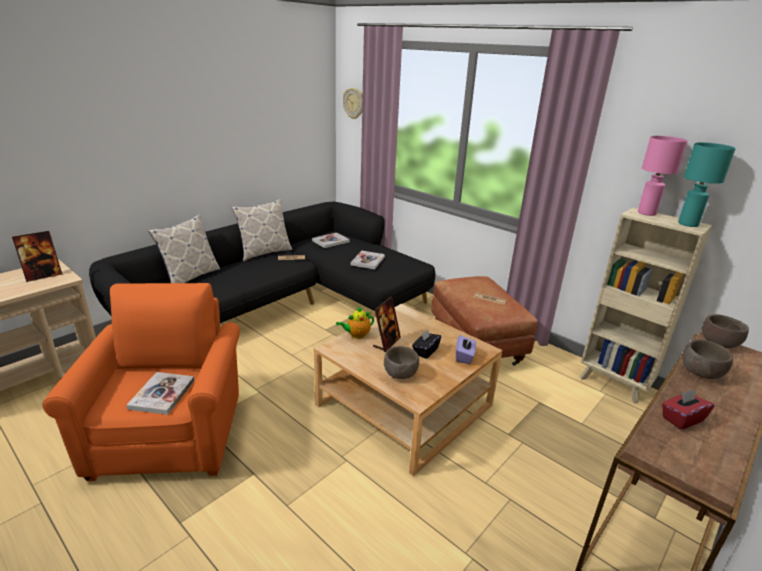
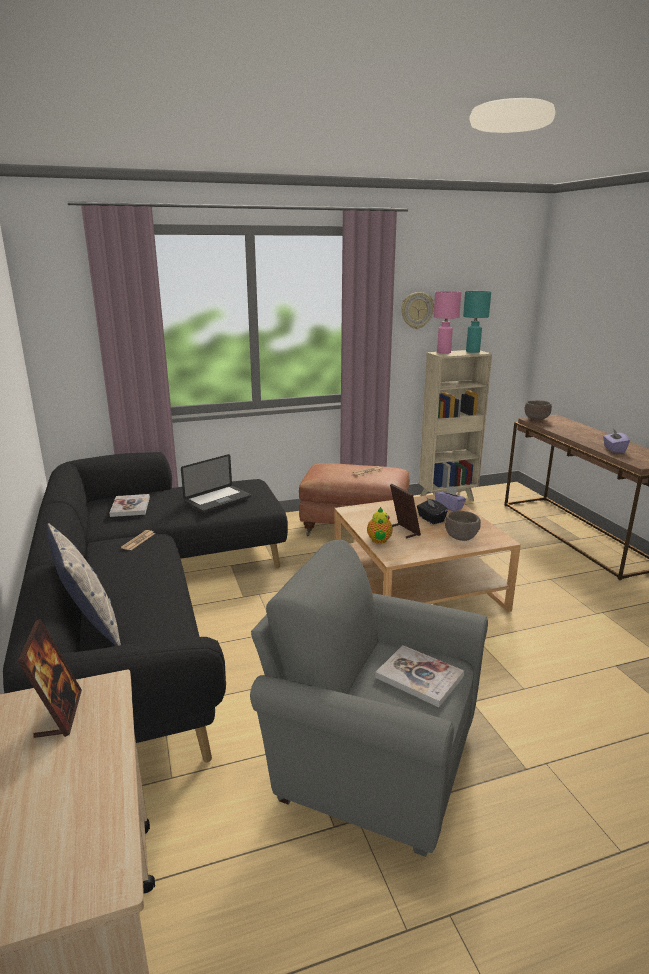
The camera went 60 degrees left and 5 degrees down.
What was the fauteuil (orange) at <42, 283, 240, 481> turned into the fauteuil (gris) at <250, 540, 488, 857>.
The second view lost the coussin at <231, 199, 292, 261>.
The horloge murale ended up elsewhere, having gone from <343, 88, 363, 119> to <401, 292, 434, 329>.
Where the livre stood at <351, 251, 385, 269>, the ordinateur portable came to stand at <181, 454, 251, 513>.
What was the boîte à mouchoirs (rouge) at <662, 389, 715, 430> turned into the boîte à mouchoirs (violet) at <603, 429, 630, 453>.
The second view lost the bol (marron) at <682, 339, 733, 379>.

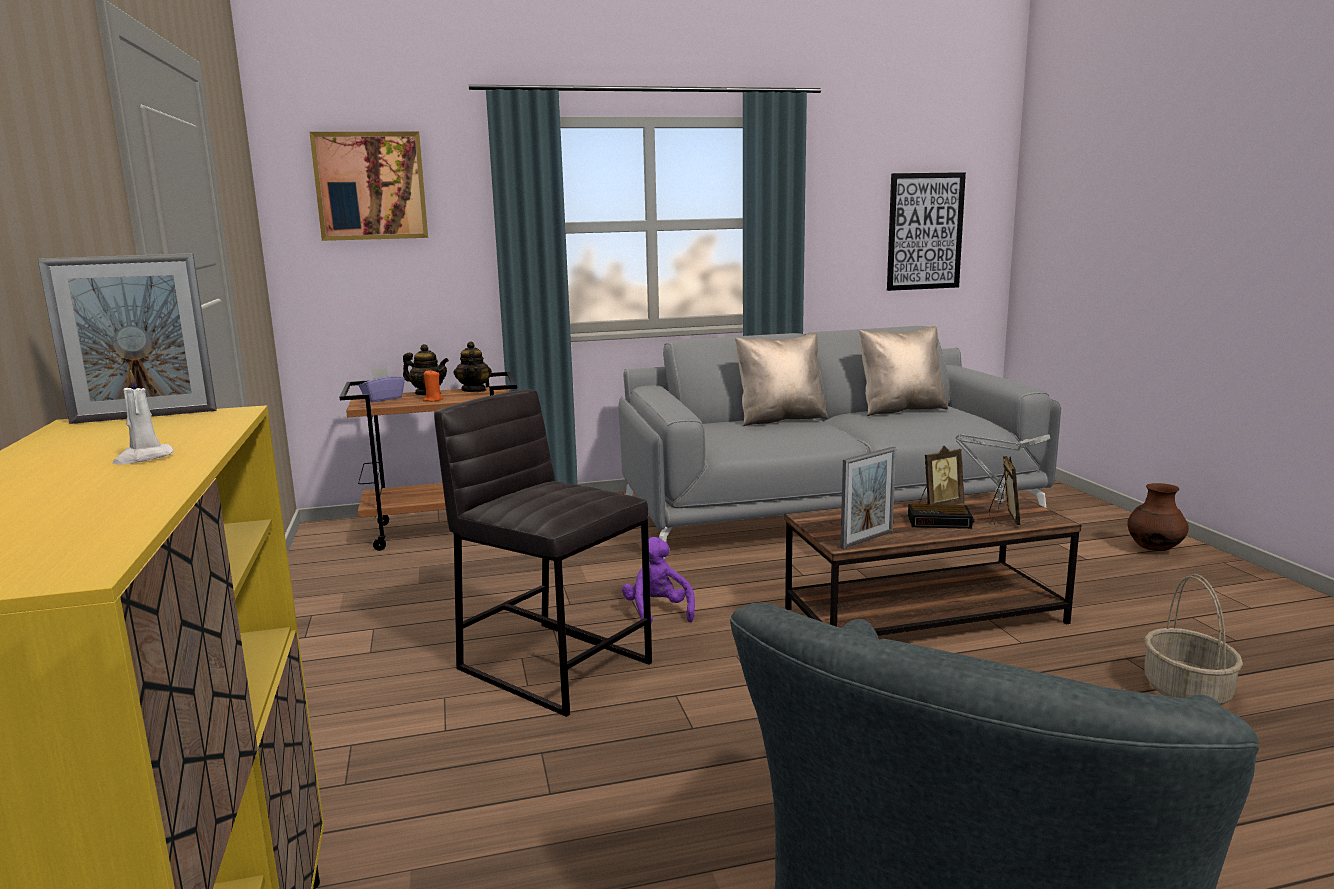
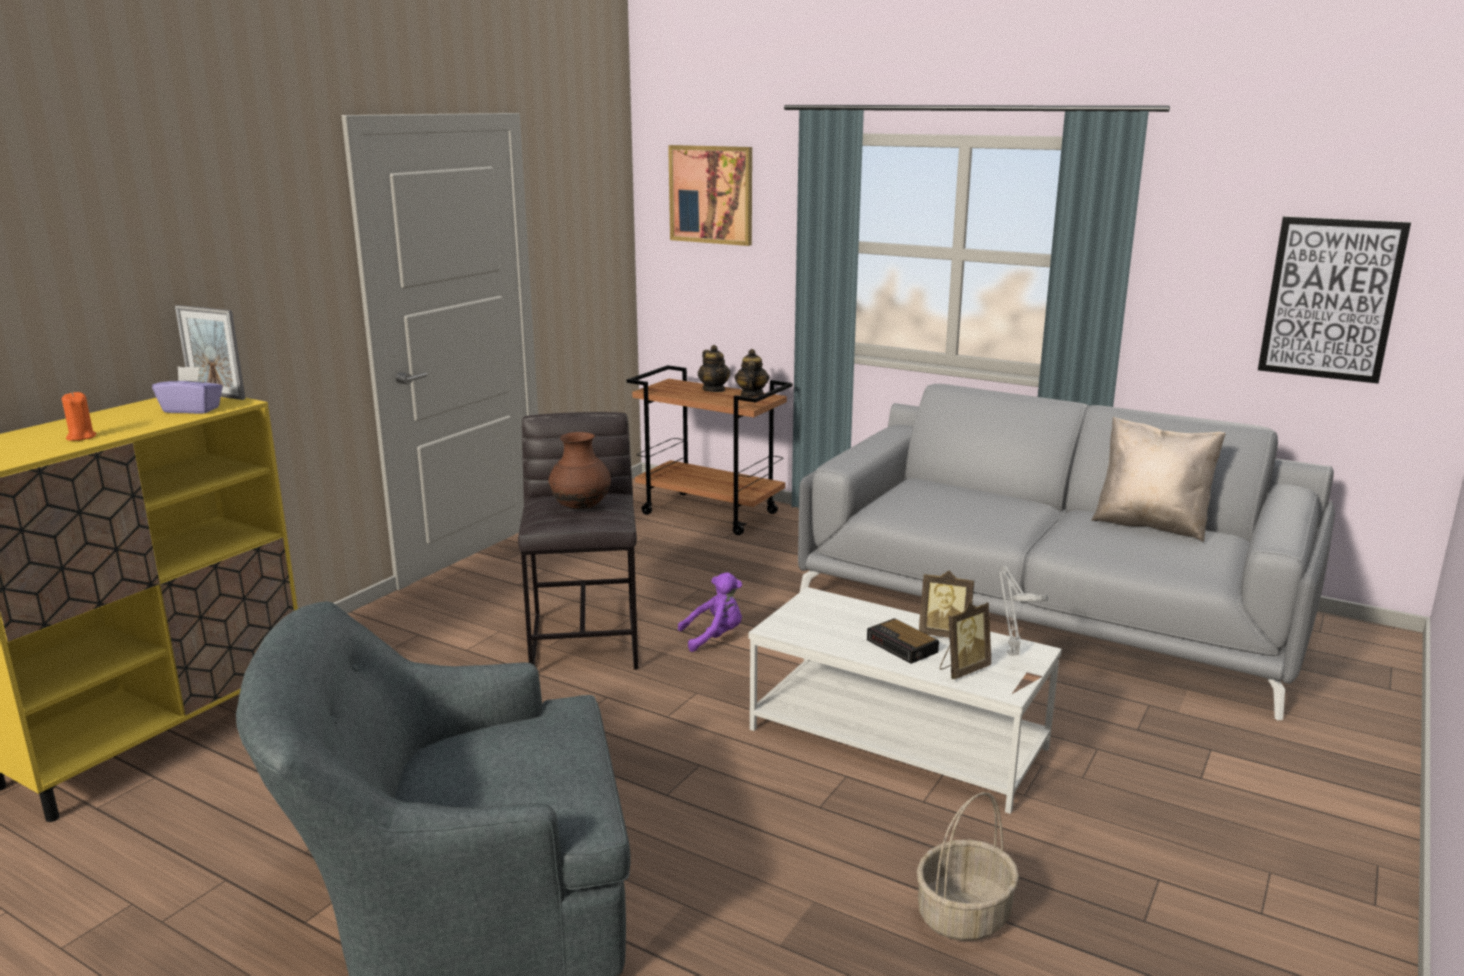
The camera went 45 degrees right and 5 degrees up.
The second view lost the bougie (blanc) at <113, 370, 174, 465>.
The boîte à mouchoirs (violet) ended up elsewhere, having gone from <359, 367, 405, 402> to <152, 366, 223, 414>.
The bougie (orange) ended up elsewhere, having gone from <423, 369, 443, 402> to <62, 392, 96, 441>.
The théière at <454, 341, 492, 392> ended up facing another way, 150 degrees clockwise from before.
The peluche (violet) at <622, 537, 695, 623> ended up facing another way, 45 degrees clockwise from before.
The second view lost the coussin (beige) at <735, 333, 828, 426>.
What was the table basse (marron) at <784, 490, 1081, 636> turned into the table basse (blanc) at <749, 587, 1062, 814>.
The second view lost the cadre photo at <840, 447, 896, 549>.
The vase (marron) ended up elsewhere, having gone from <1127, 483, 1189, 551> to <548, 432, 611, 509>.

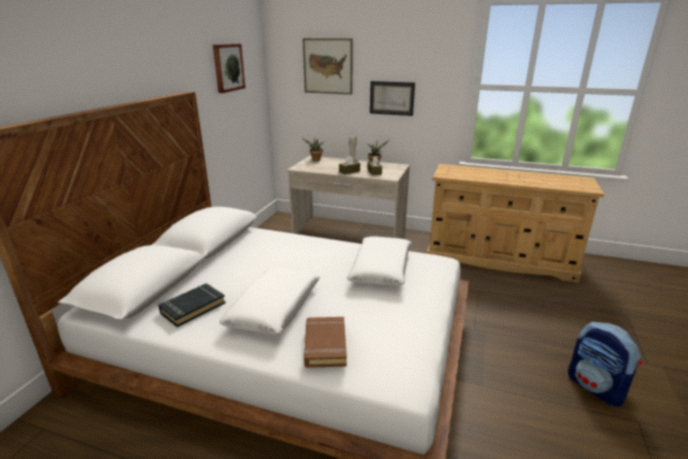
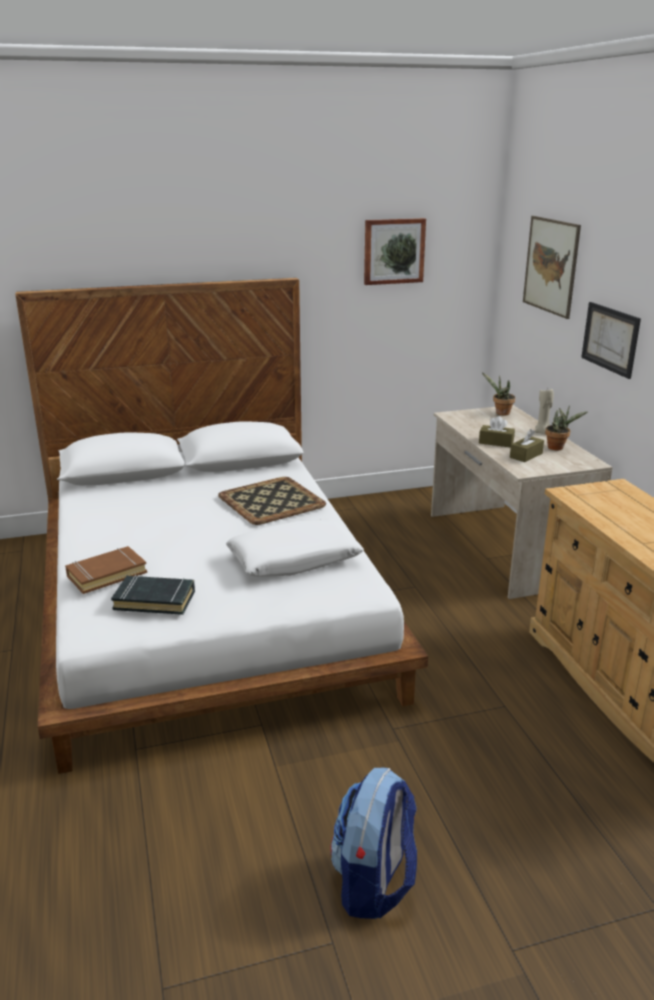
The camera went 55 degrees right and 0 degrees up.
The livre (noir) ended up elsewhere, having gone from <158, 283, 226, 327> to <111, 575, 195, 615>.
The second view lost the coussin (blanc) at <219, 268, 320, 335>.
The second view gained the plateau at <218, 477, 326, 525>.

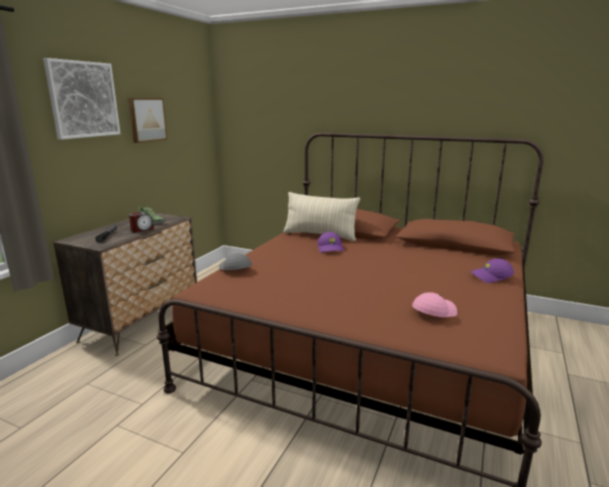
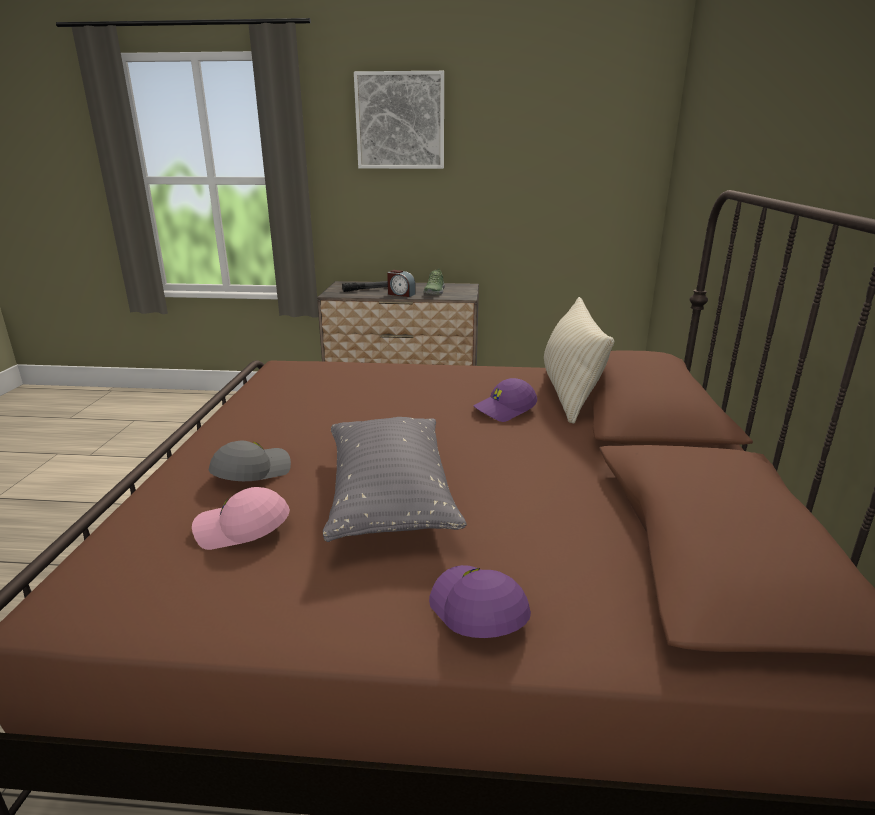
The camera went 70 degrees right and 5 degrees up.
The second view lost the tableau at <128, 98, 167, 143>.
The casquette (gris) ended up elsewhere, having gone from <219, 253, 252, 270> to <209, 441, 291, 481>.
The casquette (rose) at <412, 292, 457, 317> ended up facing another way, 150 degrees clockwise from before.
The second view gained the coussin (gris) at <323, 417, 467, 542>.

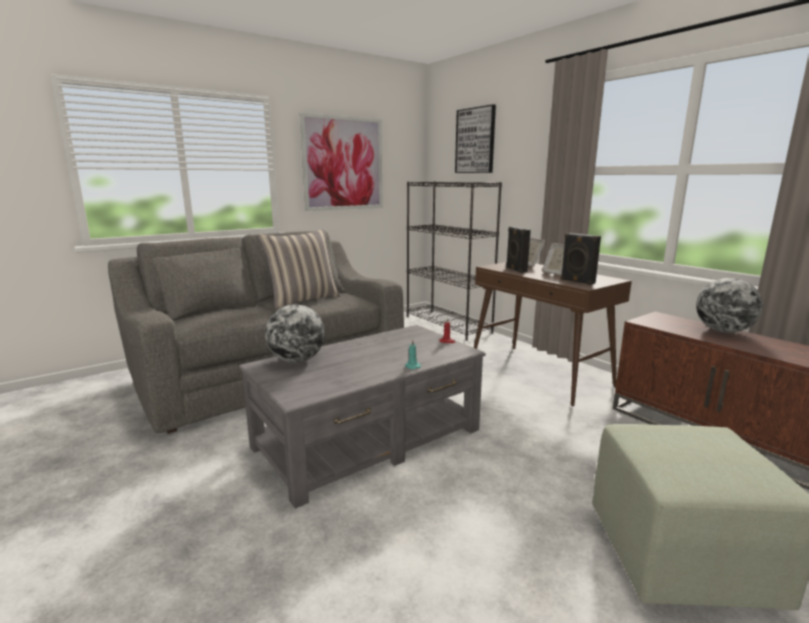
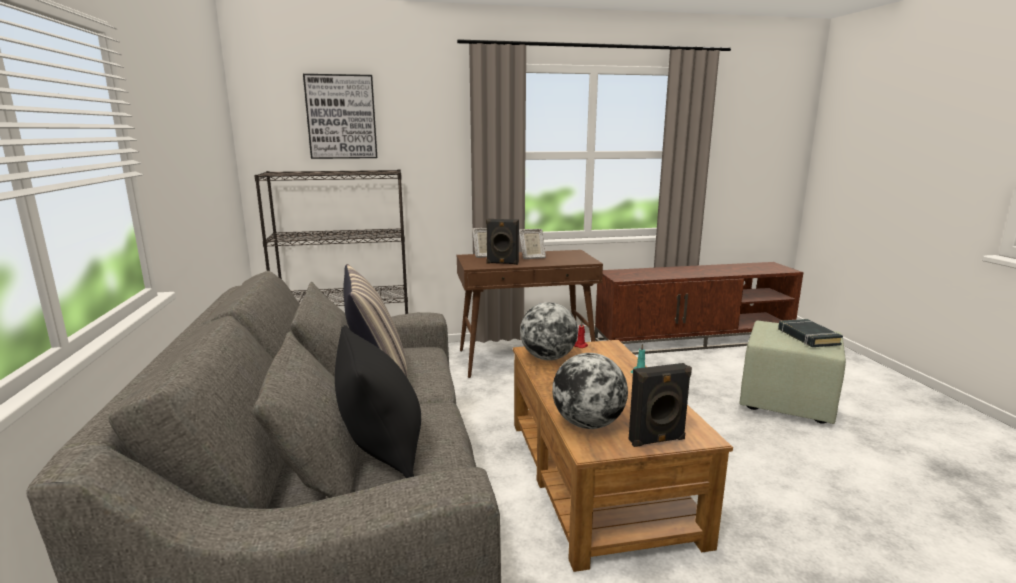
The camera went 65 degrees left and 0 degrees up.
What was the table basse (gris) at <239, 325, 486, 509> turned into the table basse (marron) at <513, 340, 733, 572>.
The second view lost the tableau at <300, 113, 383, 211>.
The enceinte (noir) ended up elsewhere, having gone from <561, 233, 601, 285> to <629, 363, 692, 447>.
The globe ended up elsewhere, having gone from <696, 278, 763, 333> to <520, 302, 578, 360>.
The second view gained the coussin (noir) at <335, 325, 421, 478>.
The second view gained the livre (noir) at <778, 319, 843, 347>.

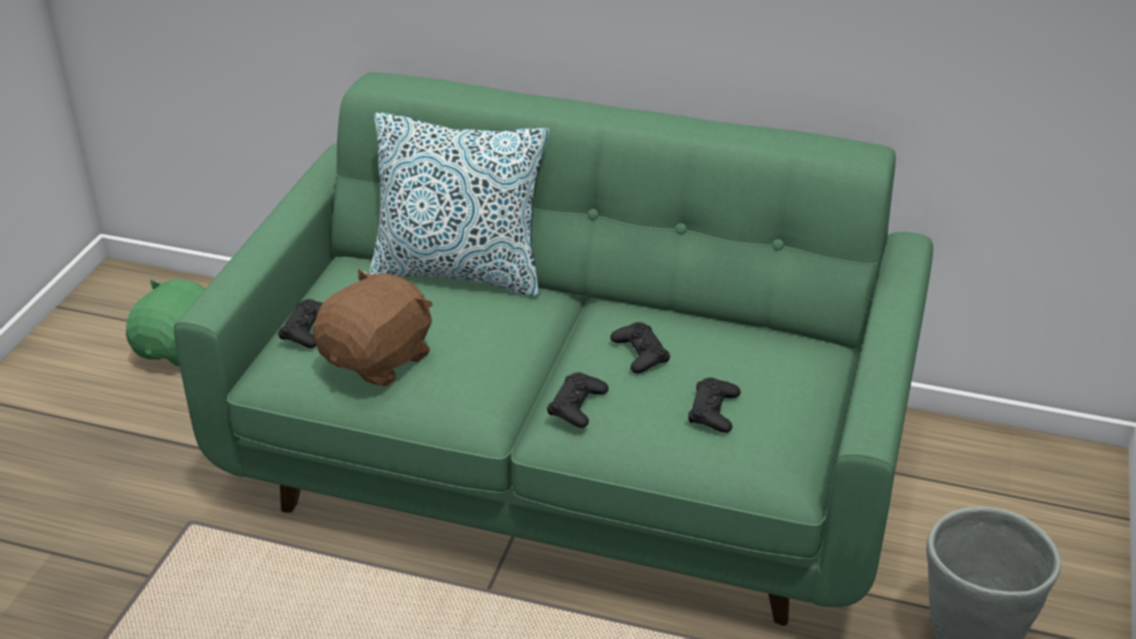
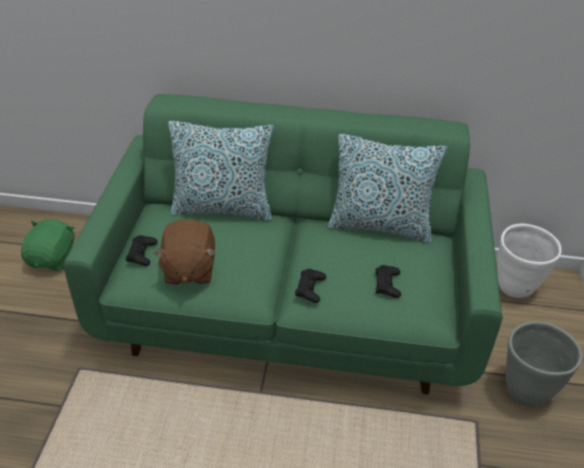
The camera went 10 degrees left and 5 degrees up.
The peluche (marron) at <313, 269, 433, 387> ended up facing another way, 150 degrees clockwise from before.
The second view lost the manette (noir) at <610, 322, 670, 374>.
The second view gained the coussin at <328, 134, 448, 243>.
The second view gained the cache-pot (blanc) at <497, 224, 562, 298>.

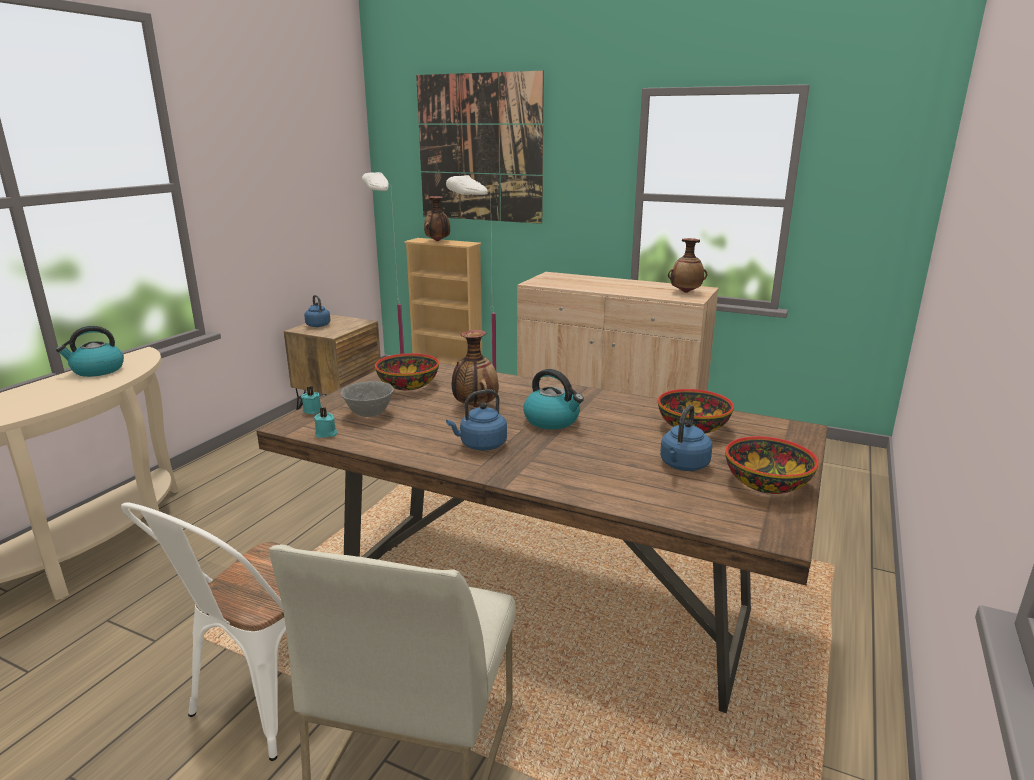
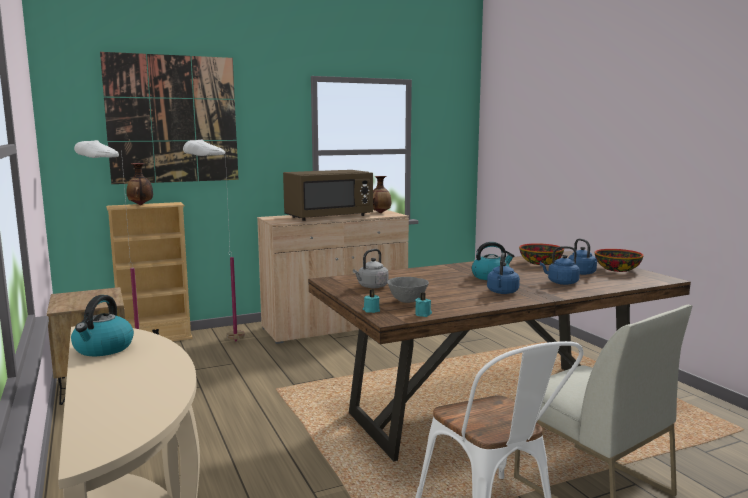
The camera went 50 degrees left and 10 degrees down.
The bouilloire (bleu) ended up elsewhere, having gone from <304, 295, 330, 327> to <540, 246, 580, 285>.
Where the bol stood at <375, 353, 439, 390>, the bouilloire (gris) came to stand at <353, 249, 389, 288>.
The second view lost the vase at <451, 330, 499, 407>.
The second view gained the micro-ondes (marron) at <283, 170, 373, 221>.

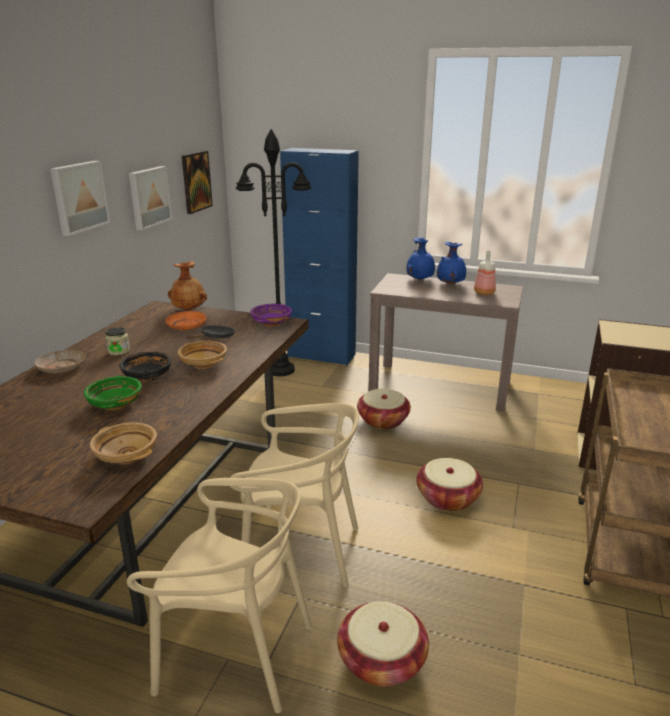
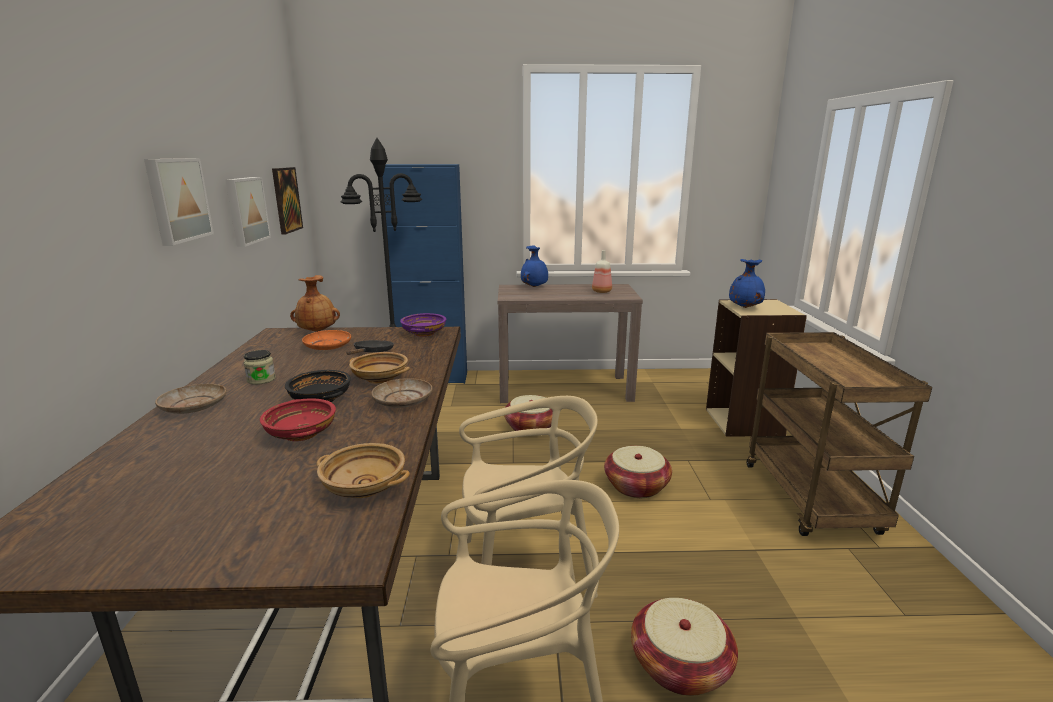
The camera went 20 degrees left and 5 degrees down.
What was the bol (vert) at <84, 376, 142, 410> turned into the bol (rouge) at <260, 398, 336, 441>.
The vase (bleu) ended up elsewhere, having gone from <437, 242, 466, 284> to <729, 259, 765, 308>.
The second view gained the assiette (beige) at <371, 378, 432, 408>.

